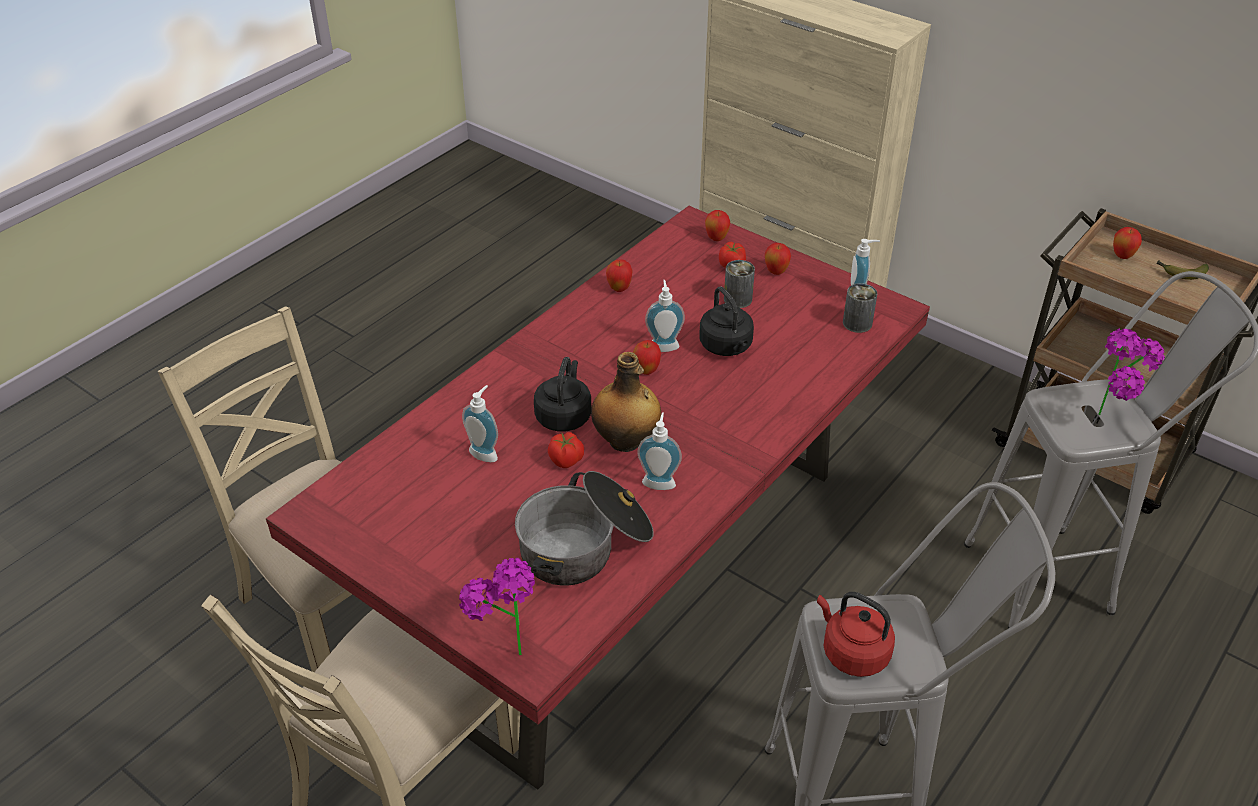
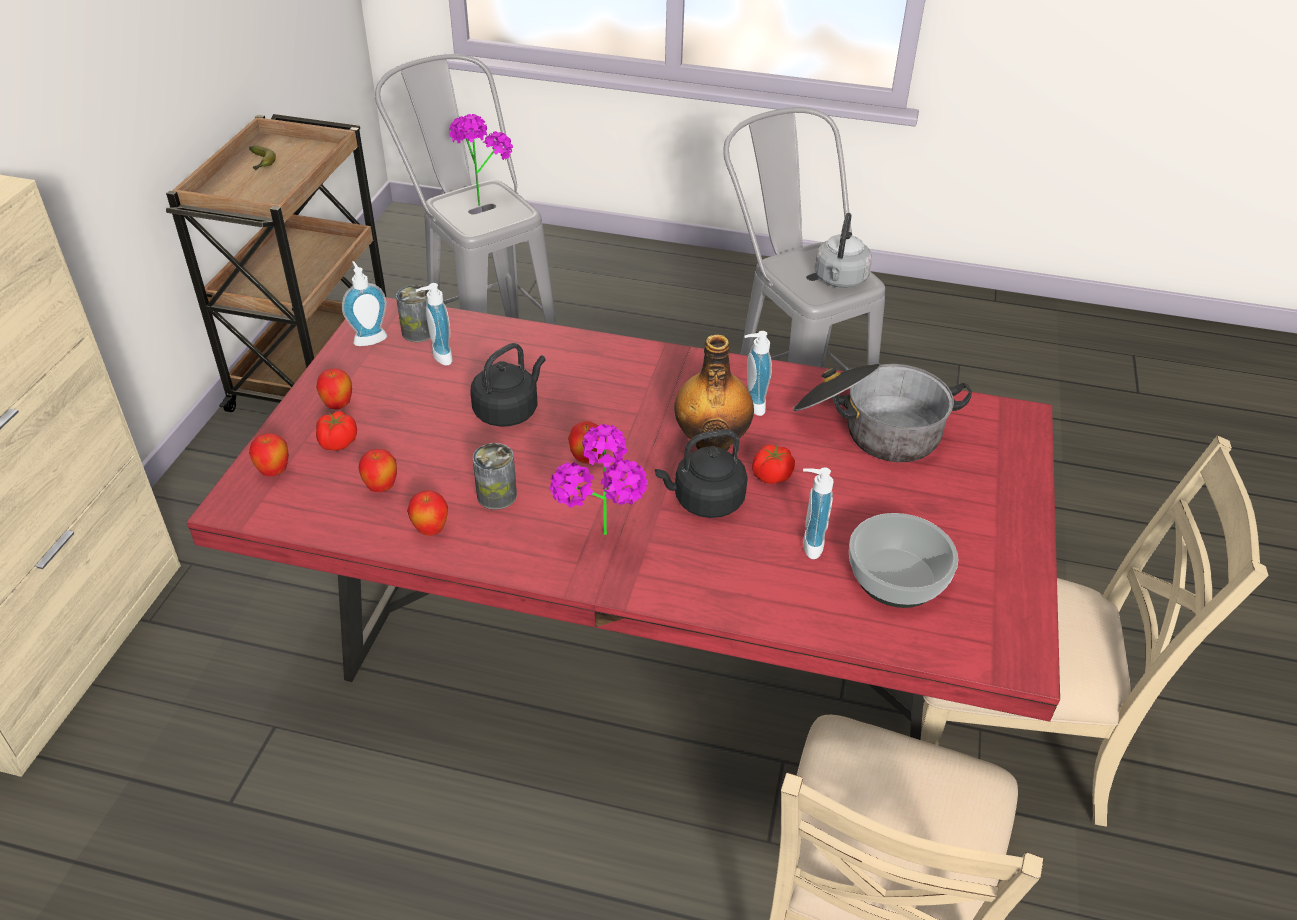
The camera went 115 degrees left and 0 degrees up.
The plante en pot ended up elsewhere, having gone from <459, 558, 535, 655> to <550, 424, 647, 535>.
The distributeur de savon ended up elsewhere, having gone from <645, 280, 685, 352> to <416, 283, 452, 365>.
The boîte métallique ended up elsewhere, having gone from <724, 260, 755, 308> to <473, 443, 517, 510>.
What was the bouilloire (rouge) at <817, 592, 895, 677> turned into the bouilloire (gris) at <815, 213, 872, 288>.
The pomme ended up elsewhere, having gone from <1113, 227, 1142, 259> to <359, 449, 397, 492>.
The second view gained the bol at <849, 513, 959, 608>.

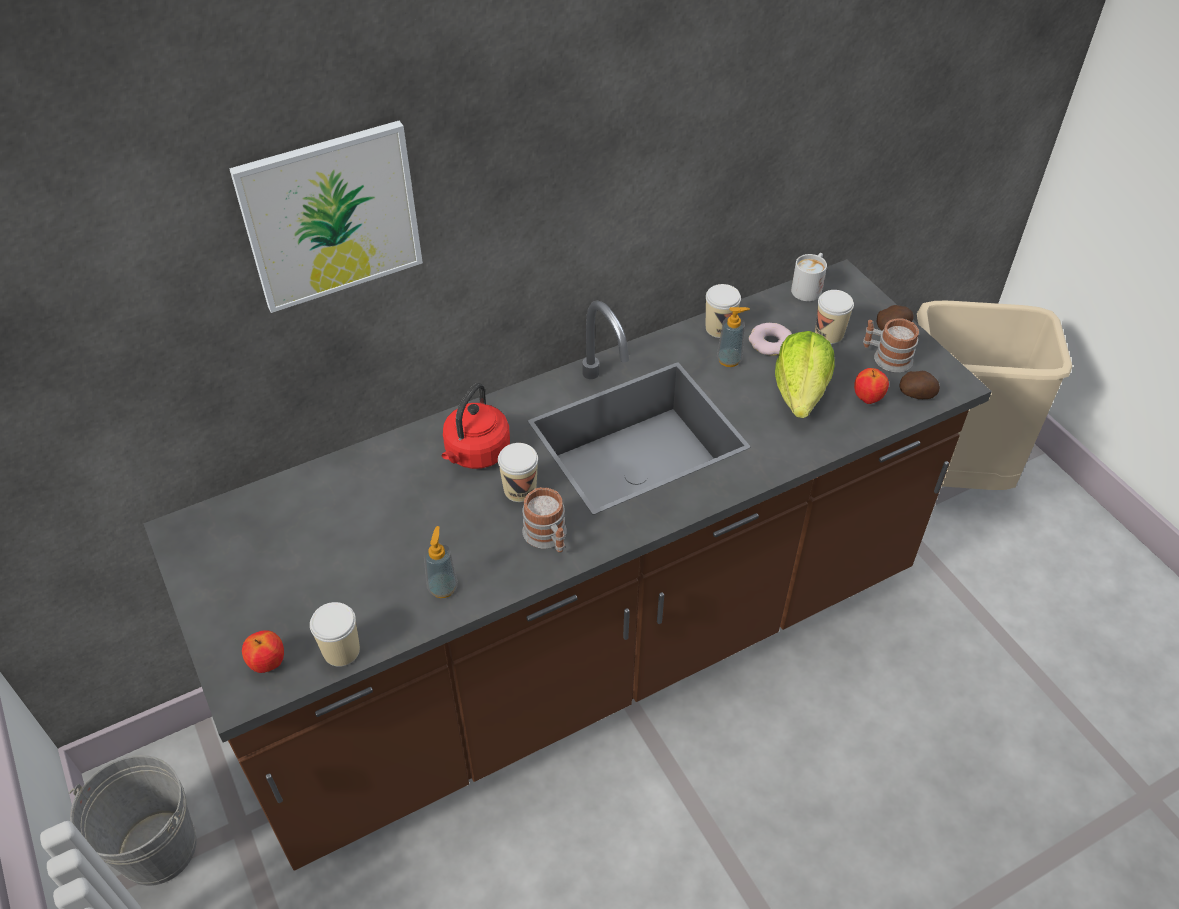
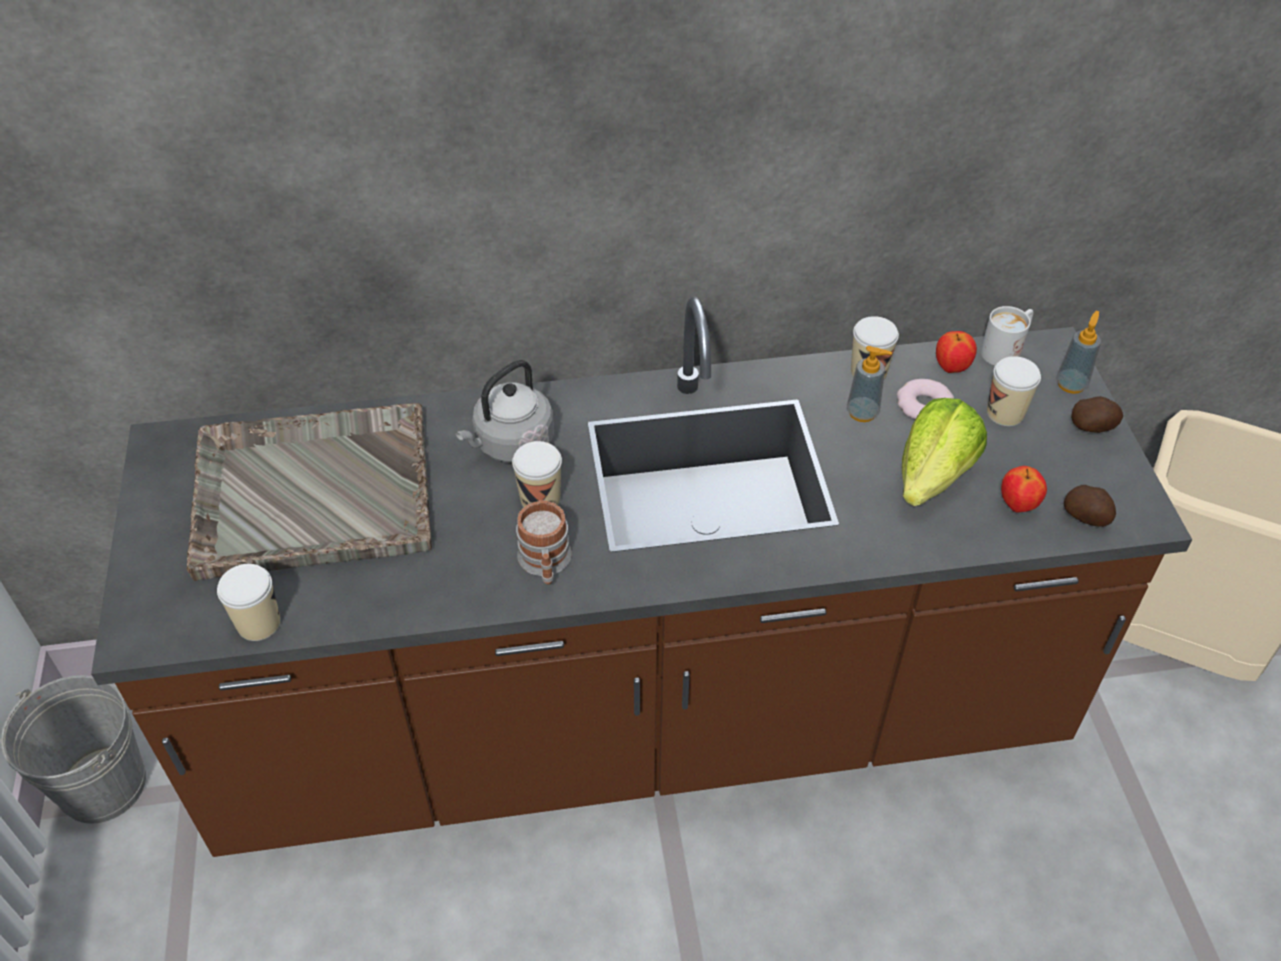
The camera went 20 degrees right and 0 degrees up.
The second view lost the tableau at <229, 121, 423, 313>.
The pomme ended up elsewhere, having gone from <242, 630, 284, 673> to <936, 331, 977, 373>.
The distributeur de savon ended up elsewhere, having gone from <424, 526, 458, 598> to <1056, 311, 1101, 394>.
What was the bouilloire (rouge) at <442, 383, 510, 469> turned into the bouilloire (gris) at <456, 360, 554, 463>.
The second view lost the mug at <863, 318, 919, 372>.
The second view gained the plateau (gris) at <186, 403, 432, 581>.

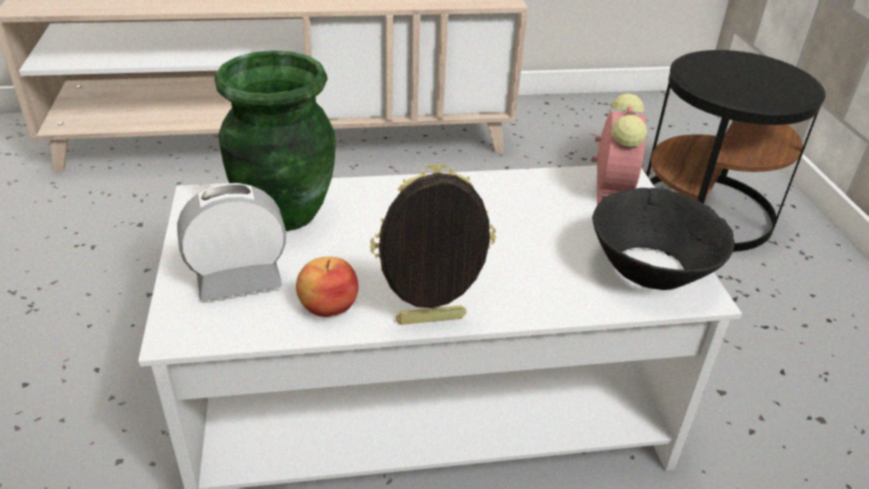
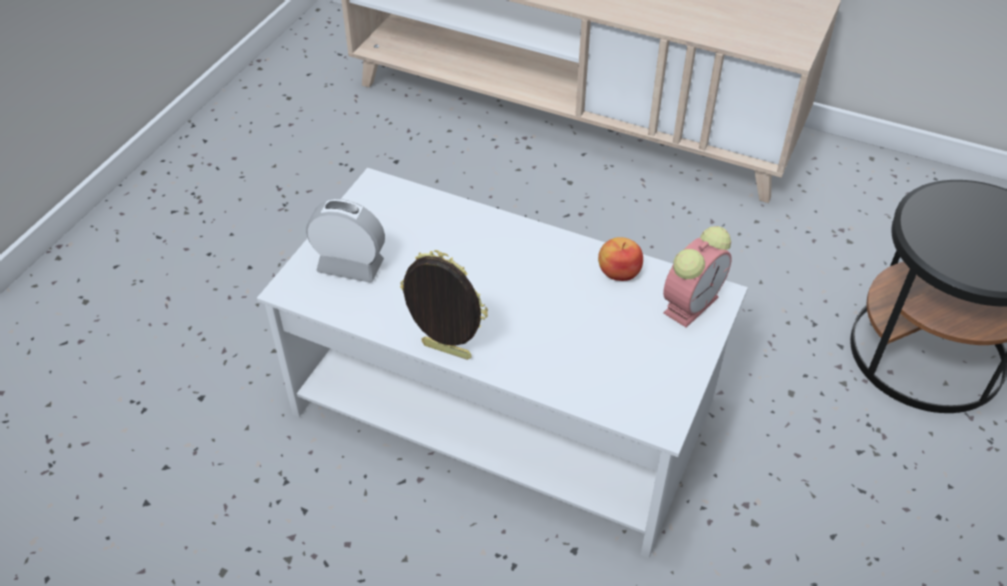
The camera went 35 degrees right and 10 degrees up.
The second view lost the vase (vert) at <214, 51, 335, 231>.
The pomme ended up elsewhere, having gone from <296, 257, 359, 317> to <598, 237, 643, 281>.
The second view lost the bol (noir) at <592, 188, 735, 290>.

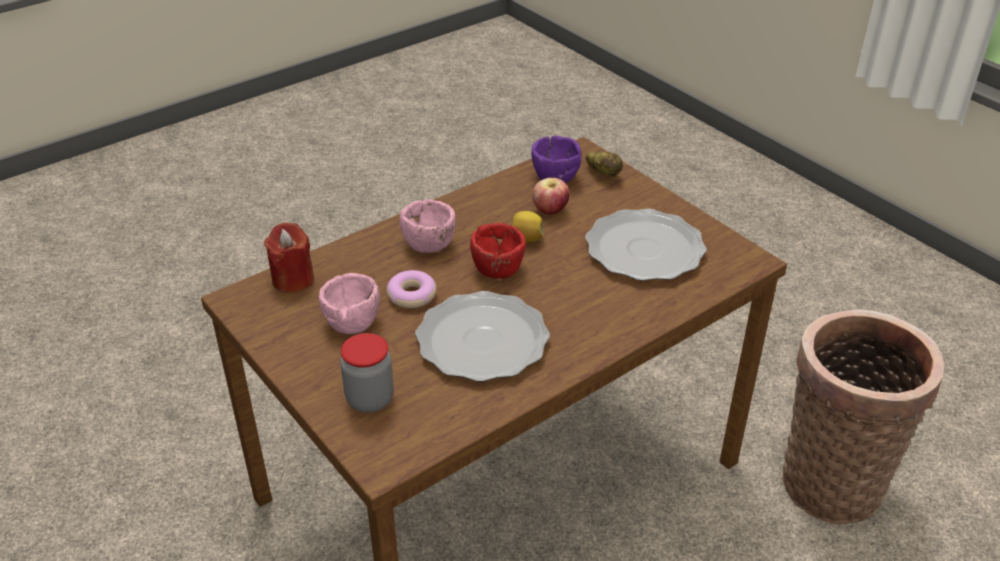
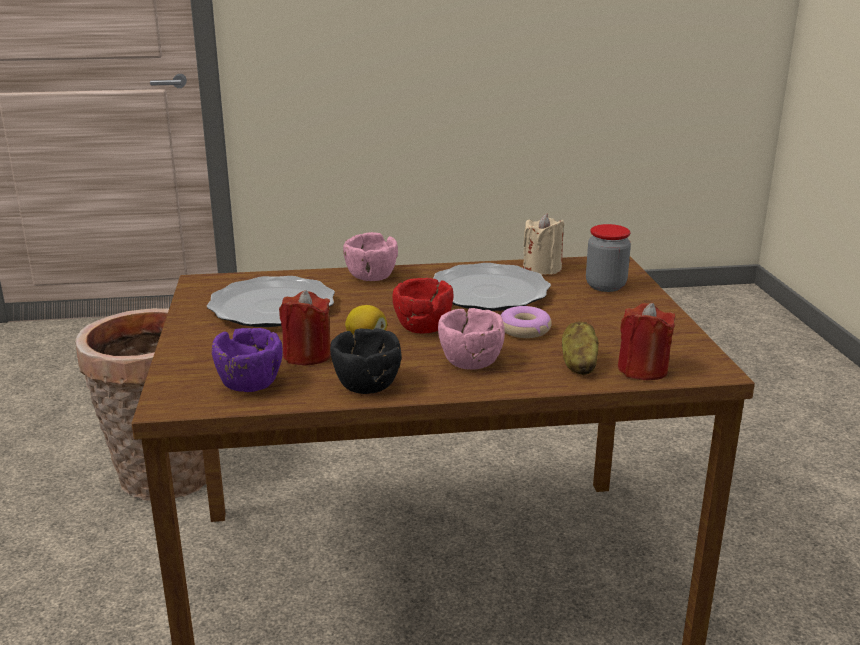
The camera went 150 degrees left and 15 degrees down.
The bol (rose) ended up elsewhere, having gone from <319, 273, 380, 334> to <343, 232, 398, 281>.
Where the pomme stood at <532, 178, 569, 214>, the bougie (rouge) came to stand at <279, 290, 331, 365>.
The pomme de terre ended up elsewhere, having gone from <586, 151, 623, 177> to <562, 322, 599, 375>.
The second view gained the bol (noir) at <330, 328, 402, 394>.
The second view gained the bougie (beige) at <523, 213, 565, 275>.

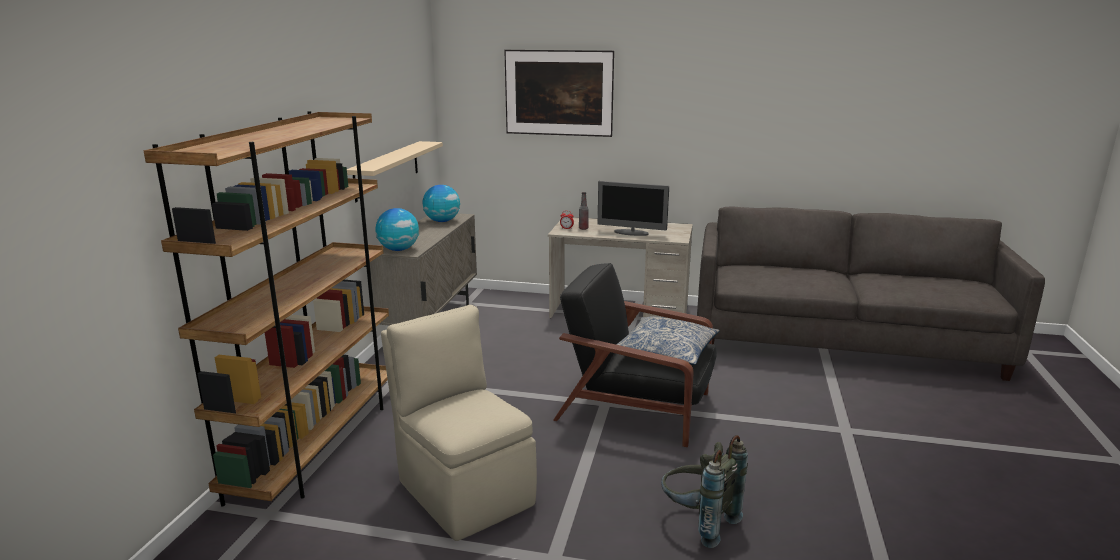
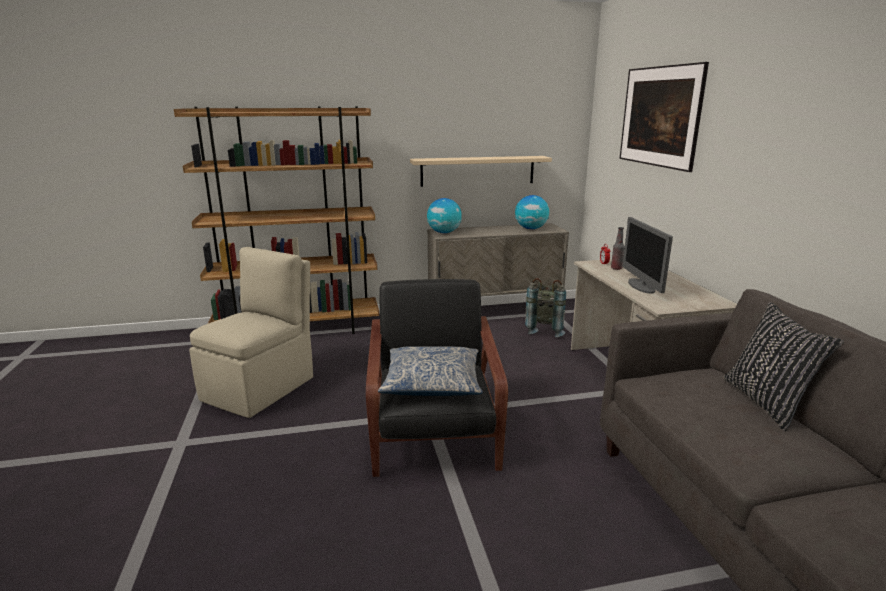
The camera went 65 degrees right and 0 degrees up.
The sac à dos (gris) ended up elsewhere, having gone from <661, 435, 748, 548> to <525, 278, 566, 337>.
The second view gained the coussin (noir) at <724, 302, 844, 431>.

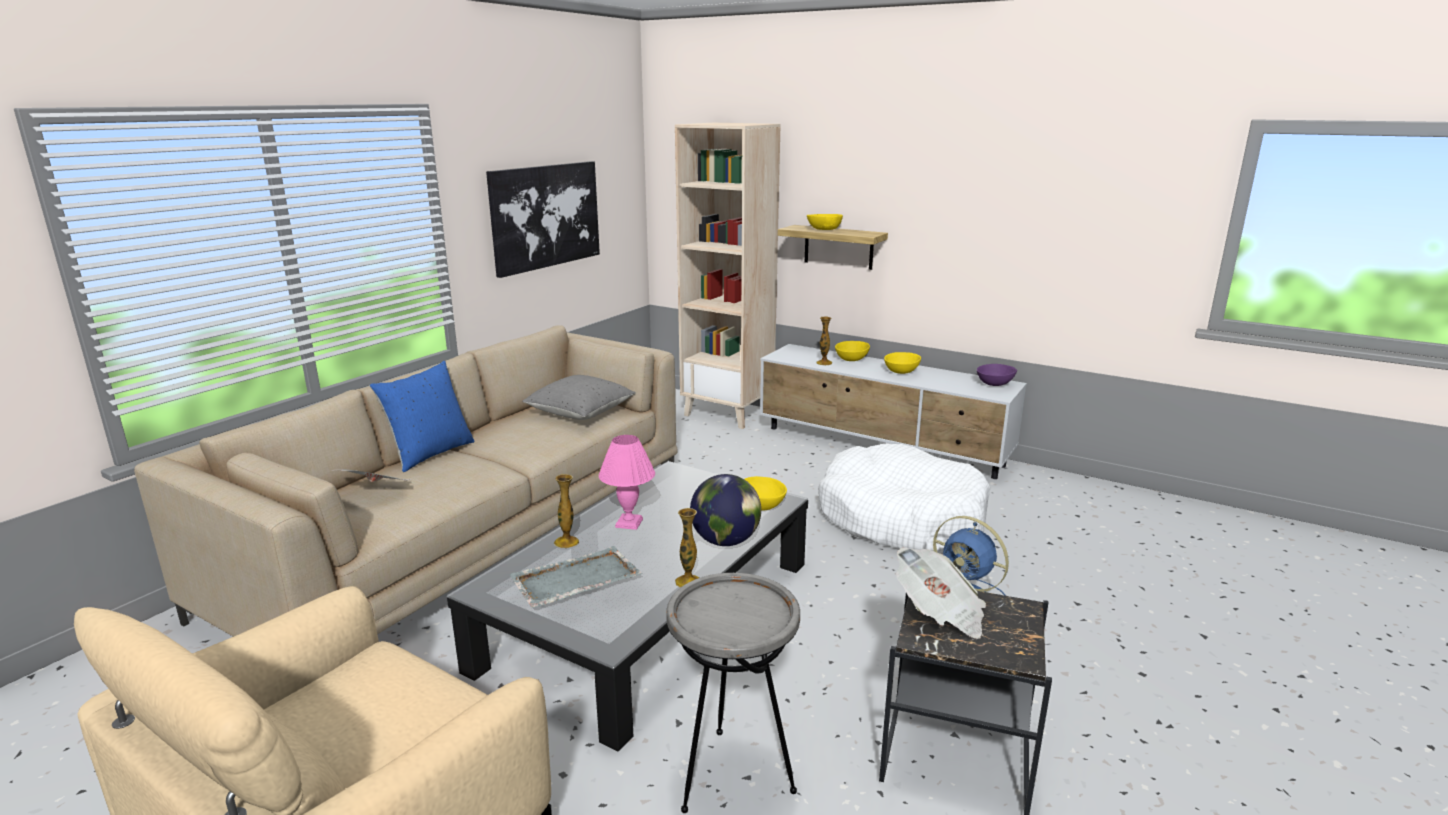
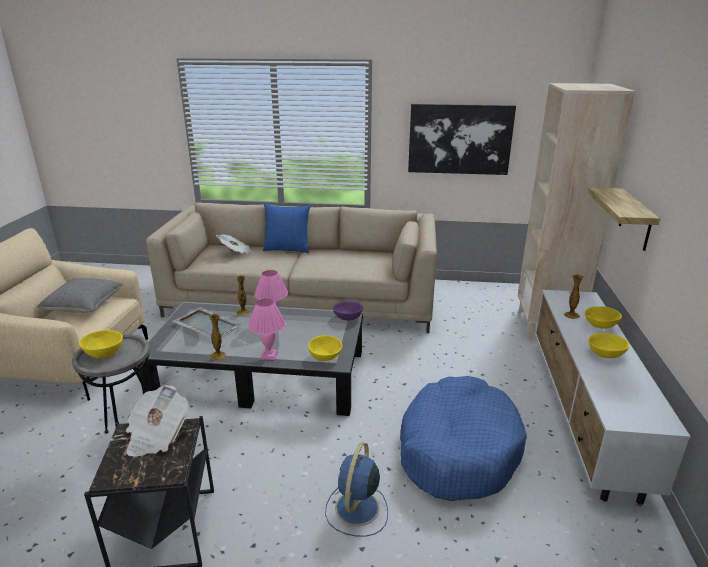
The camera went 65 degrees right and 5 degrees up.
The coussin (gris) ended up elsewhere, having gone from <522, 375, 636, 420> to <36, 278, 123, 313>.
Where the globe stood at <690, 474, 761, 546>, the lampe de table (rose) came to stand at <248, 298, 286, 360>.
The bol (jaune) ended up elsewhere, having gone from <807, 214, 843, 230> to <79, 330, 123, 359>.
What was the panier pour chien (blanc) at <818, 444, 990, 554> turned into the panier pour chien (bleu) at <400, 376, 527, 501>.
The bol (violet) ended up elsewhere, having gone from <977, 364, 1017, 386> to <333, 301, 363, 321>.

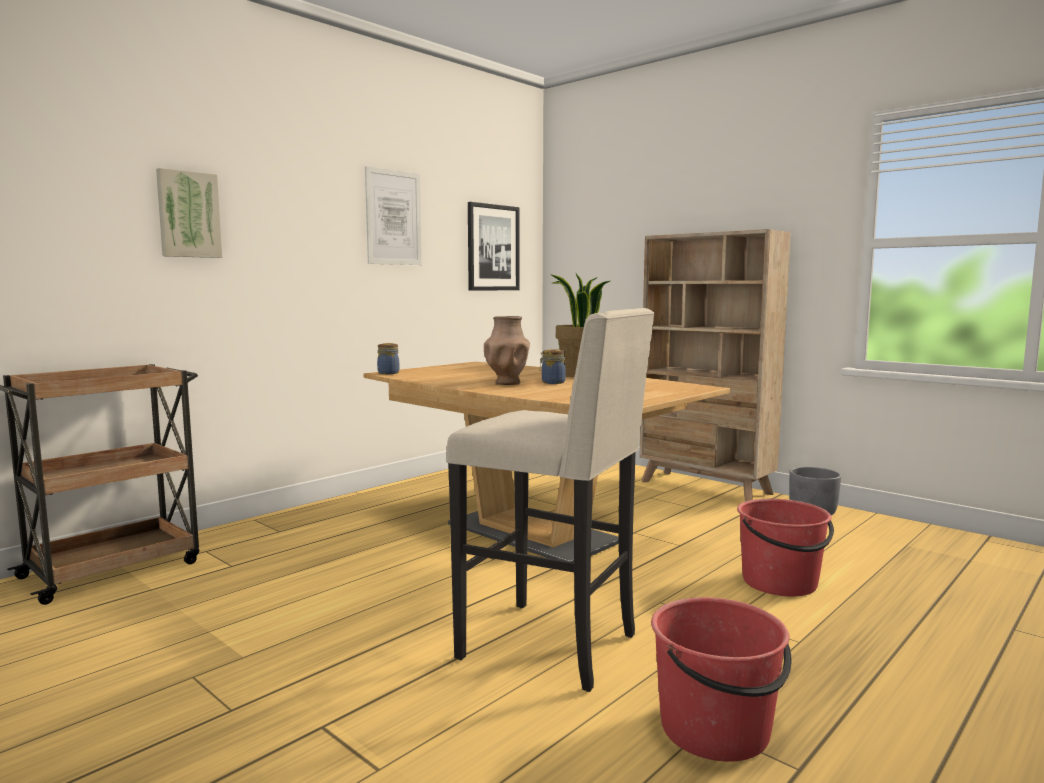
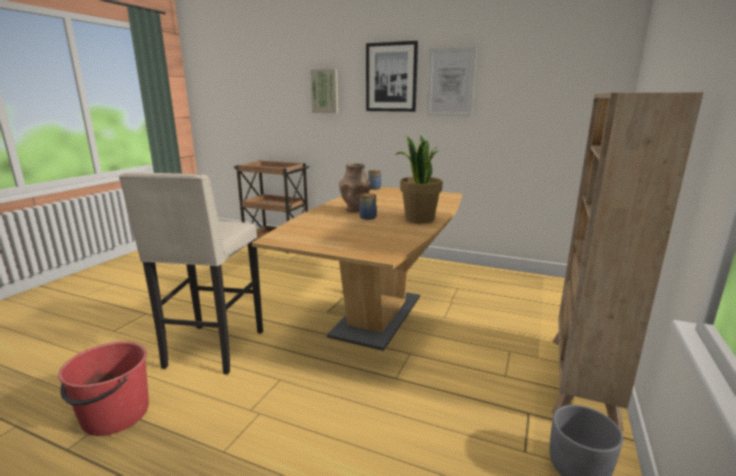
The camera went 70 degrees right and 10 degrees up.
The tableau ended up elsewhere, having gone from <468, 202, 520, 291> to <366, 41, 418, 112>.
The second view lost the seau (rouge) at <737, 499, 834, 596>.

